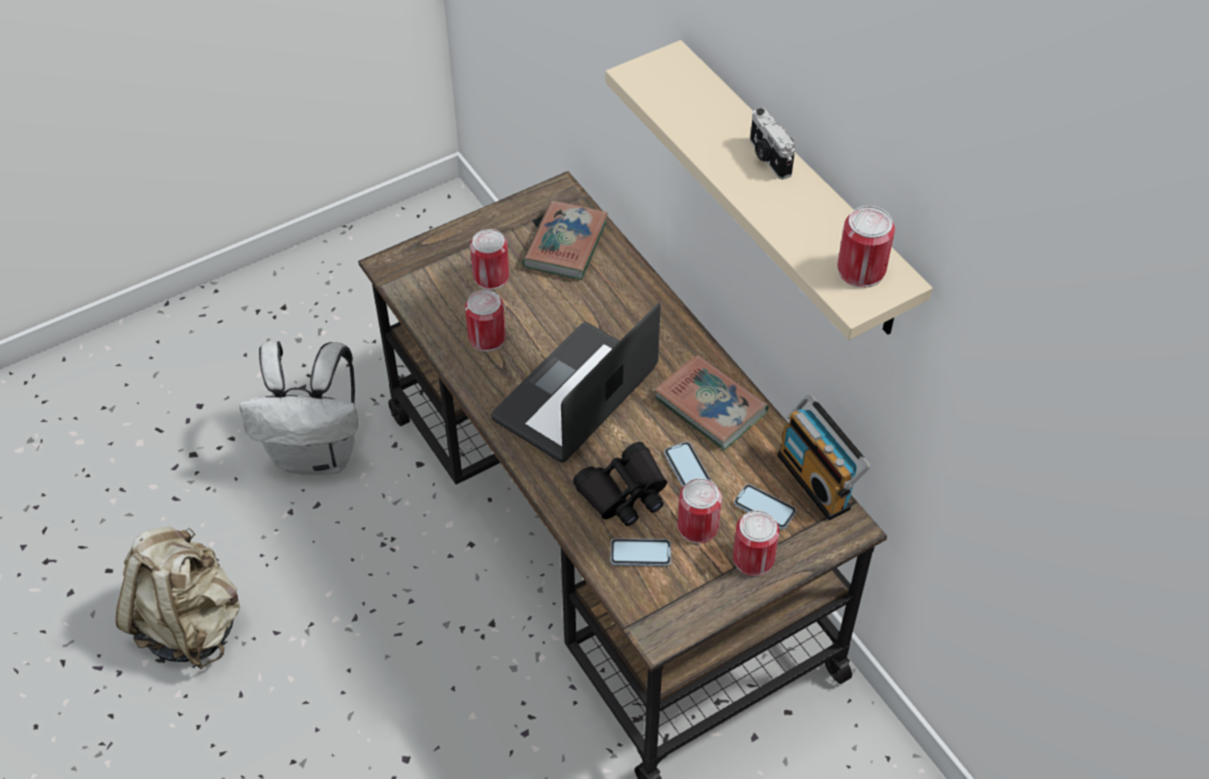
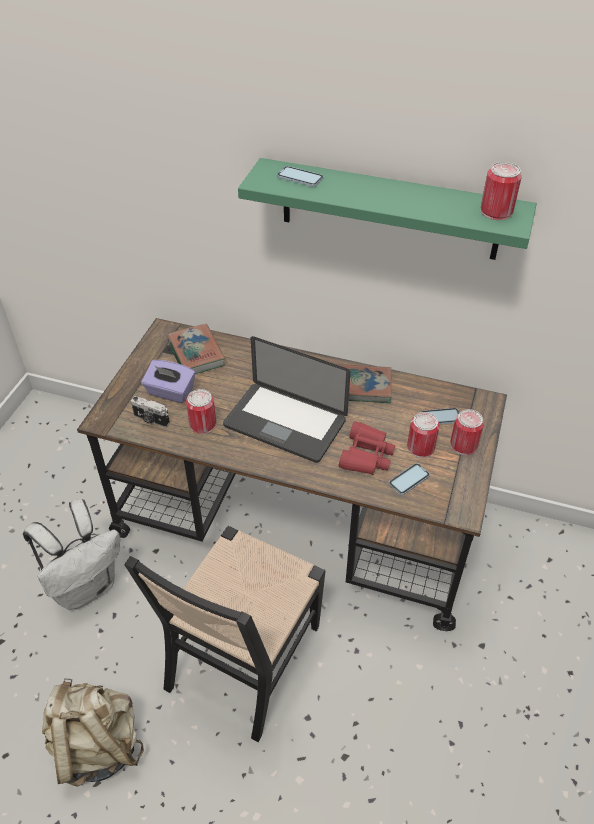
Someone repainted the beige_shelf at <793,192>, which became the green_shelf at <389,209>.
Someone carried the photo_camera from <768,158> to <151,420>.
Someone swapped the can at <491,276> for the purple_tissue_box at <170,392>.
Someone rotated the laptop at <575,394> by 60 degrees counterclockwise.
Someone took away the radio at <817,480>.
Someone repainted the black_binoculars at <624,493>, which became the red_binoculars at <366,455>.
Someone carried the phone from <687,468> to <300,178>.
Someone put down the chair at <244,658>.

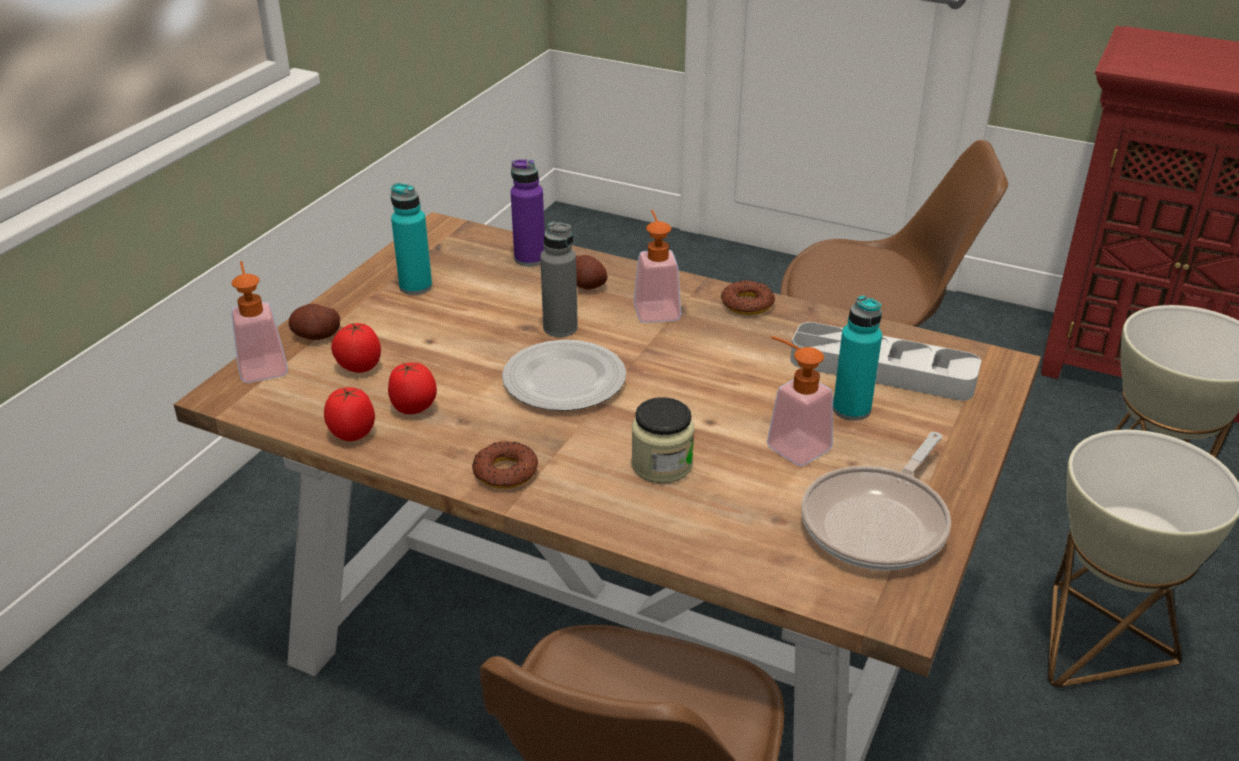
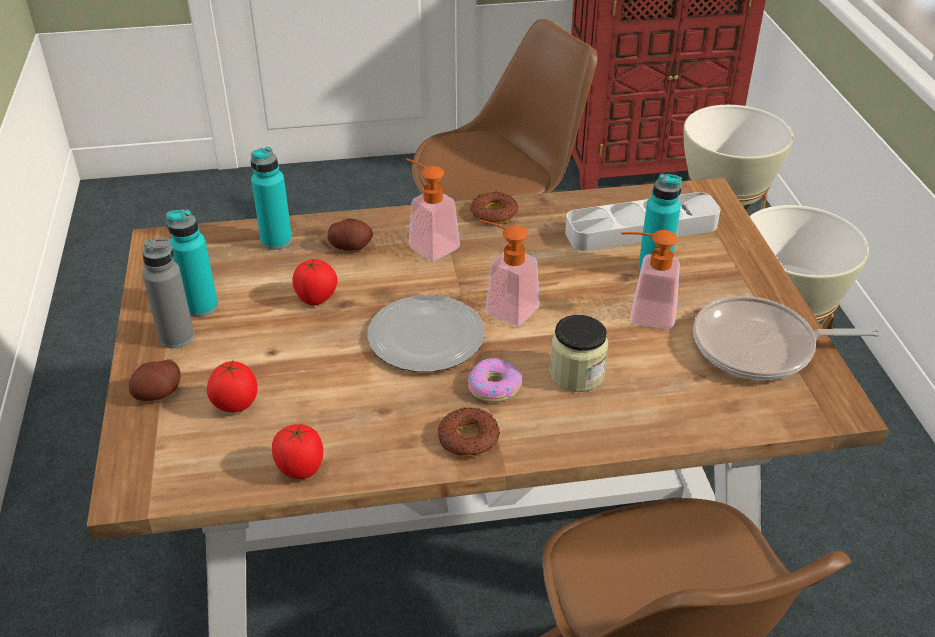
Someone repainted the purple_bottle at <530,259>, which became the turquoise_bottle at <276,241>.
Someone carried the grey_bottle from <560,328> to <176,337>.
Someone carried the soap_dispenser from <262,364> to <504,307>.
Someone carried the tomato from <414,408> to <317,299>.
Someone rotated the frying_pan at <879,522> by 90 degrees clockwise.
Someone put down the donut at <494,386>.

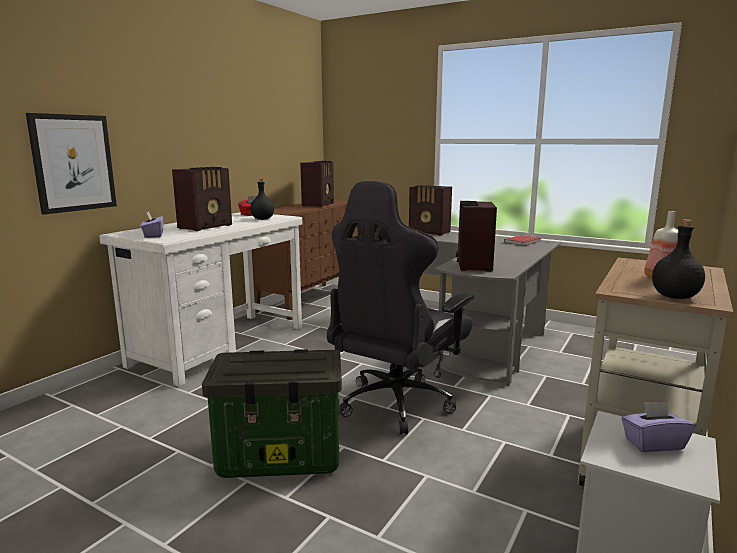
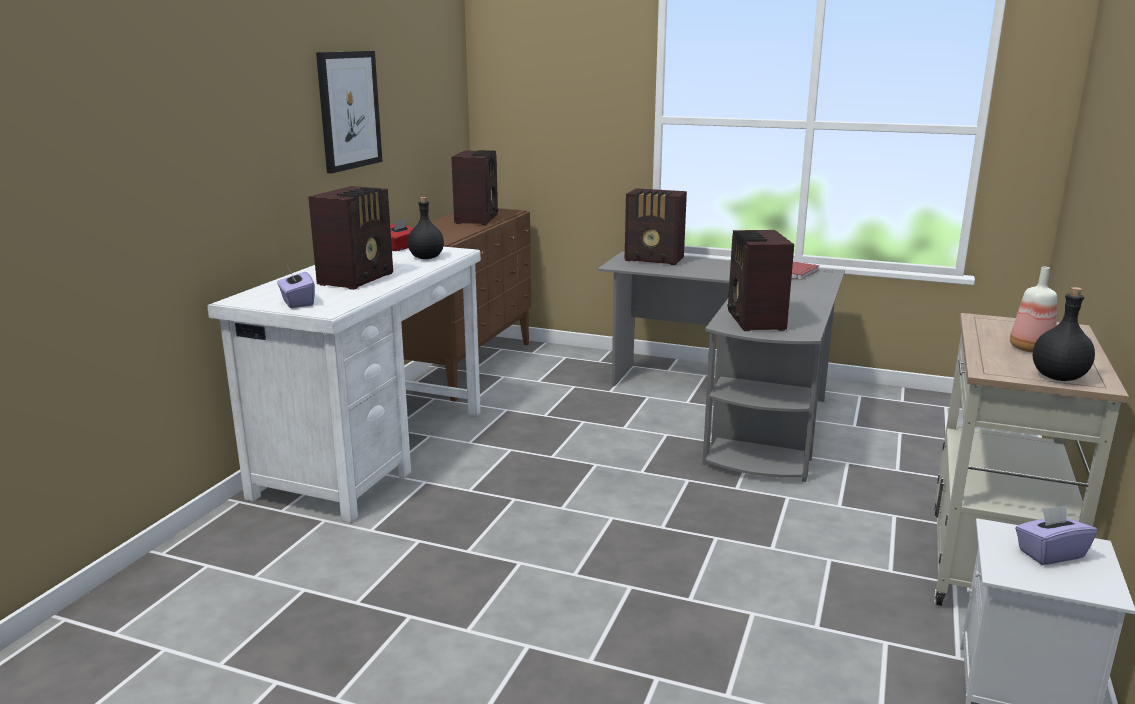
Someone carried the picture from <73,163> to <349,110>.
Someone took away the black_office_chair at <399,401>.
Someone took away the storage_box at <282,456>.

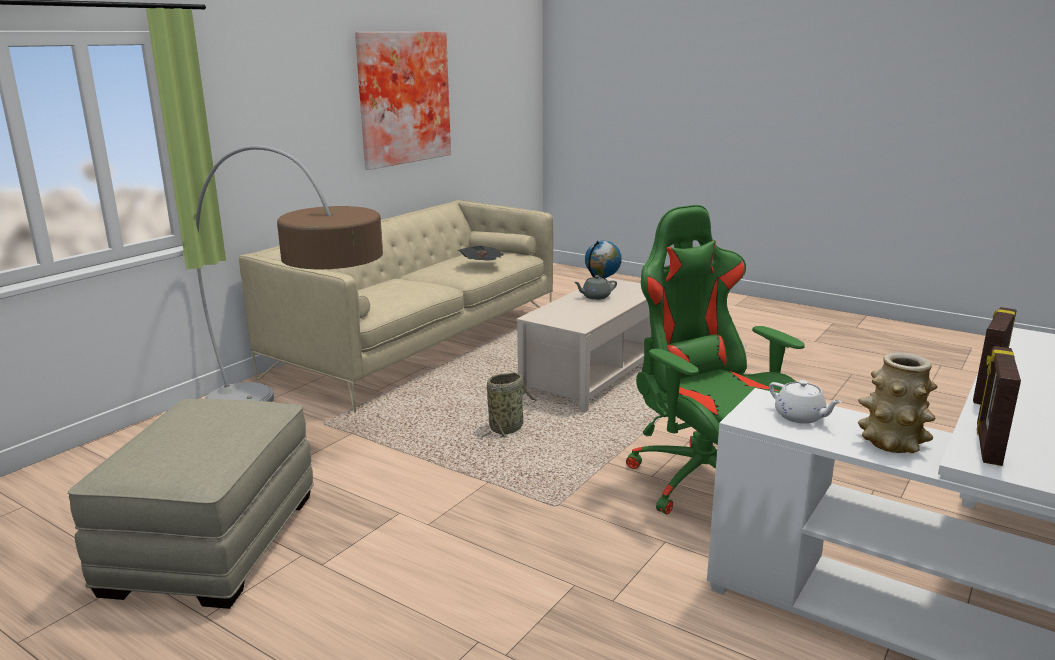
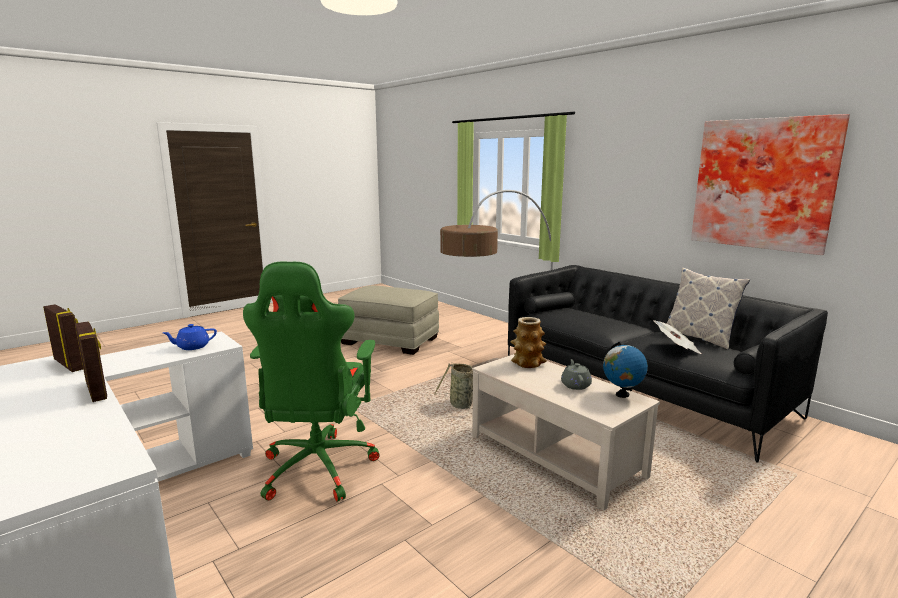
Someone repainted the beige_sofa at <418,344>, which became the black_sofa at <640,389>.
Someone rotated the green_office_chair at <710,488> by 105 degrees clockwise.
Someone carried the vase from <891,442> to <528,363>.
Someone repainted the white_teapot at <800,417>, which became the blue_teapot at <192,347>.
Someone put down the pillow at <699,338>.

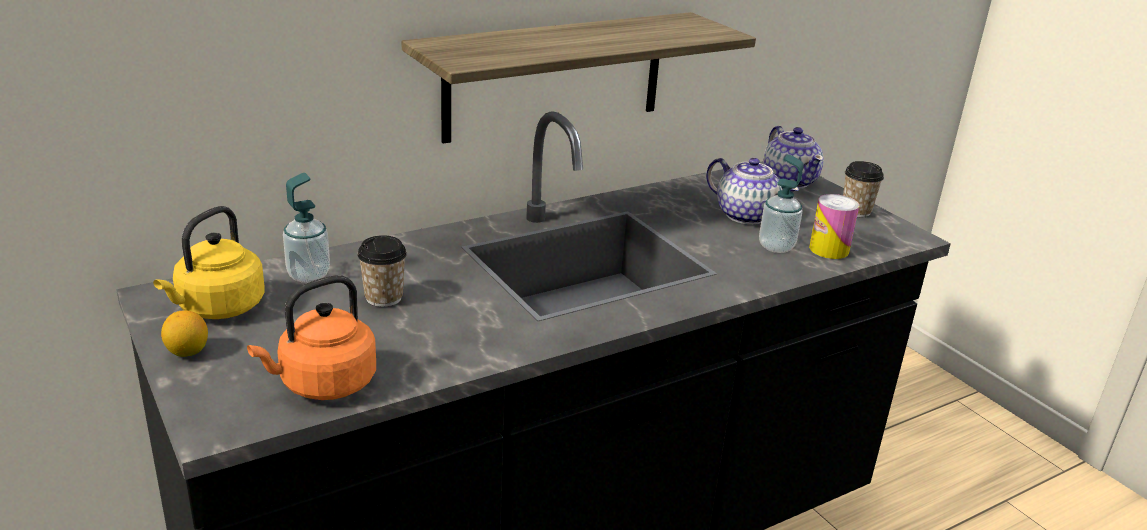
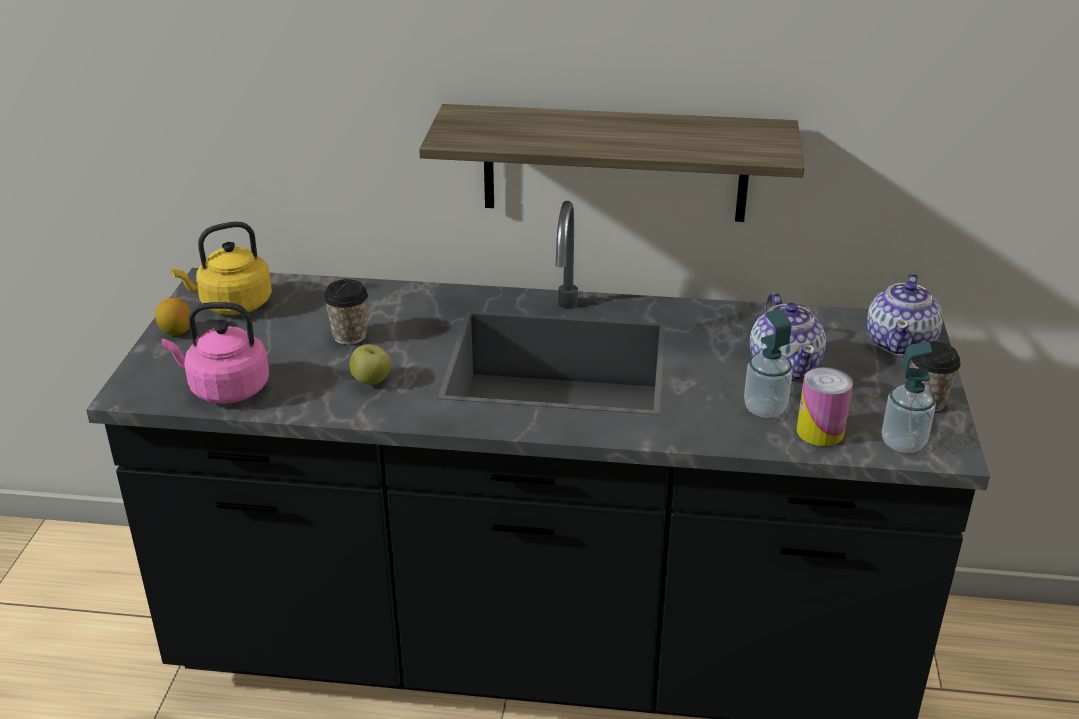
Someone carried the soap_dispenser from <308,275> to <903,443>.
Someone repainted the orange_kettle at <323,384>, which became the pink_kettle at <225,389>.
Someone put down the apple at <371,381>.

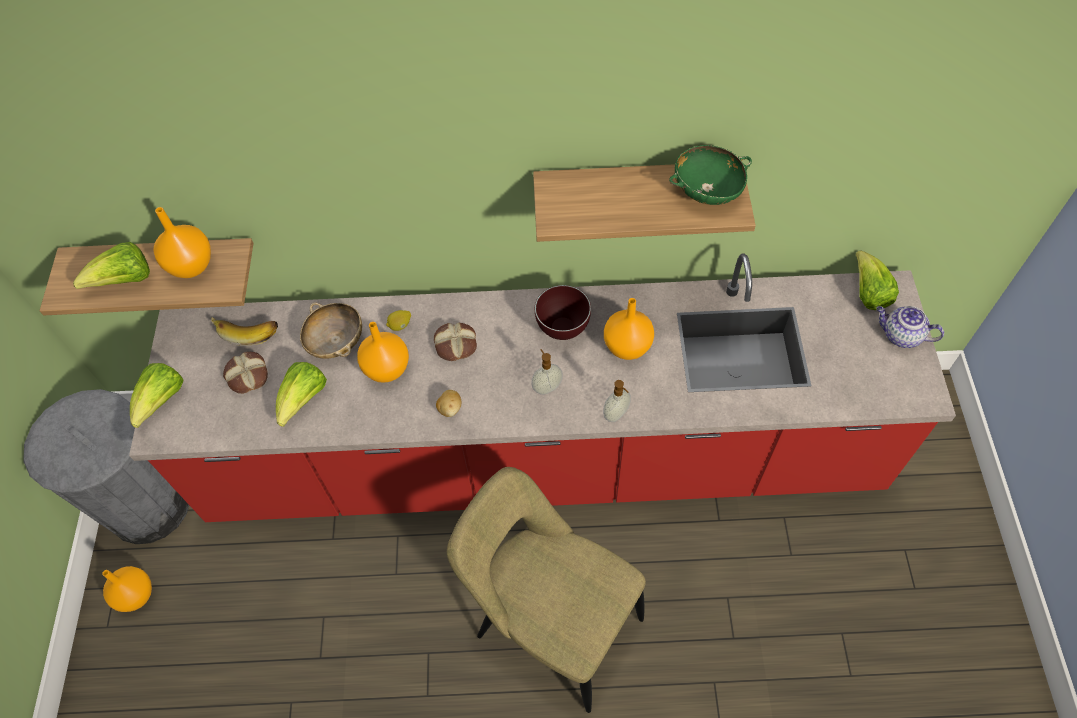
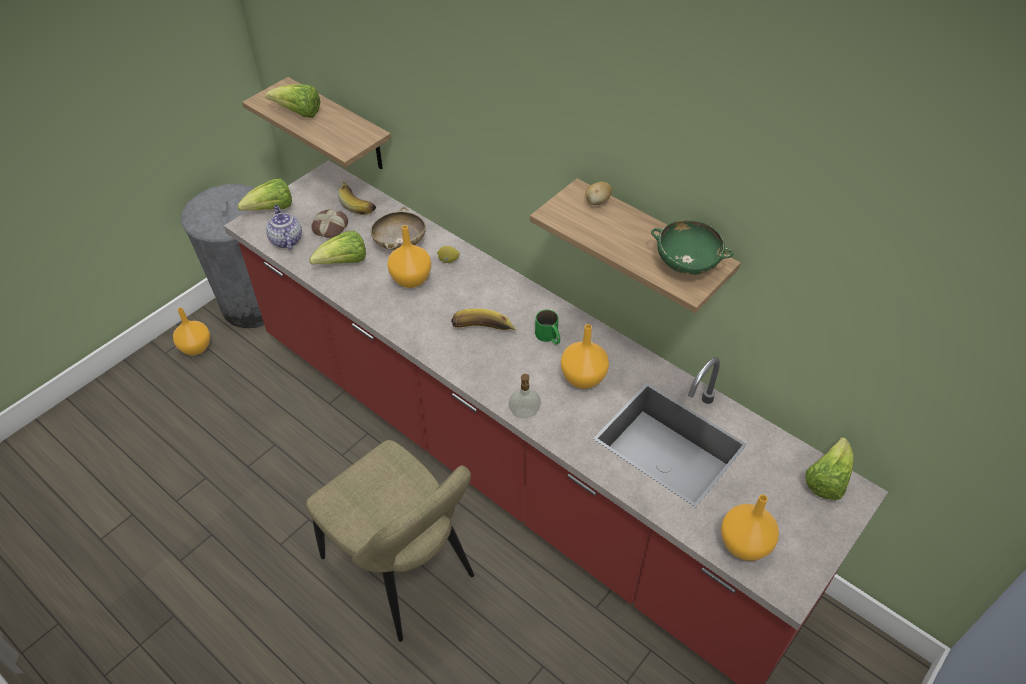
Someone carried the orange_vase from <191,265> to <744,544>.
Someone swapped the brown_bowl at <563,331> for the green_mug at <549,337>.
Someone carried the teapot from <900,336> to <286,240>.
Someone took away the bread at <455,345>.
Someone took away the soap_dispenser at <547,387>.
Someone carried the potato from <450,408> to <597,202>.
Someone rotated the beige_chair at <553,624> by 150 degrees clockwise.
Someone put down the banana at <483,331>.

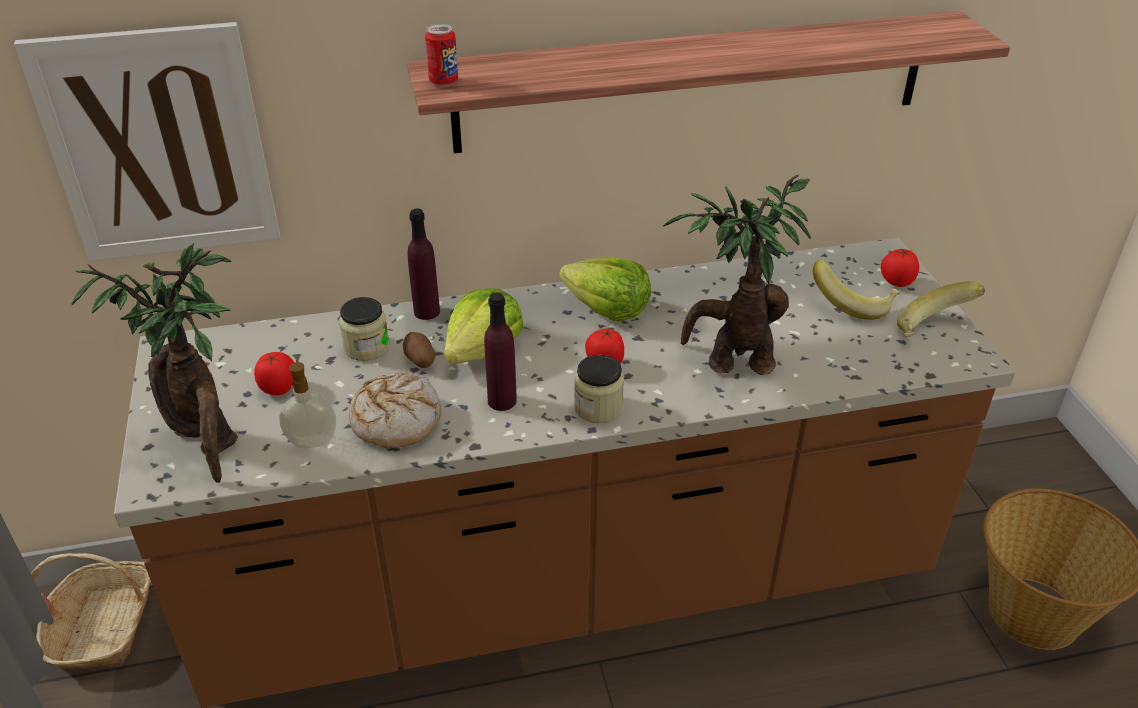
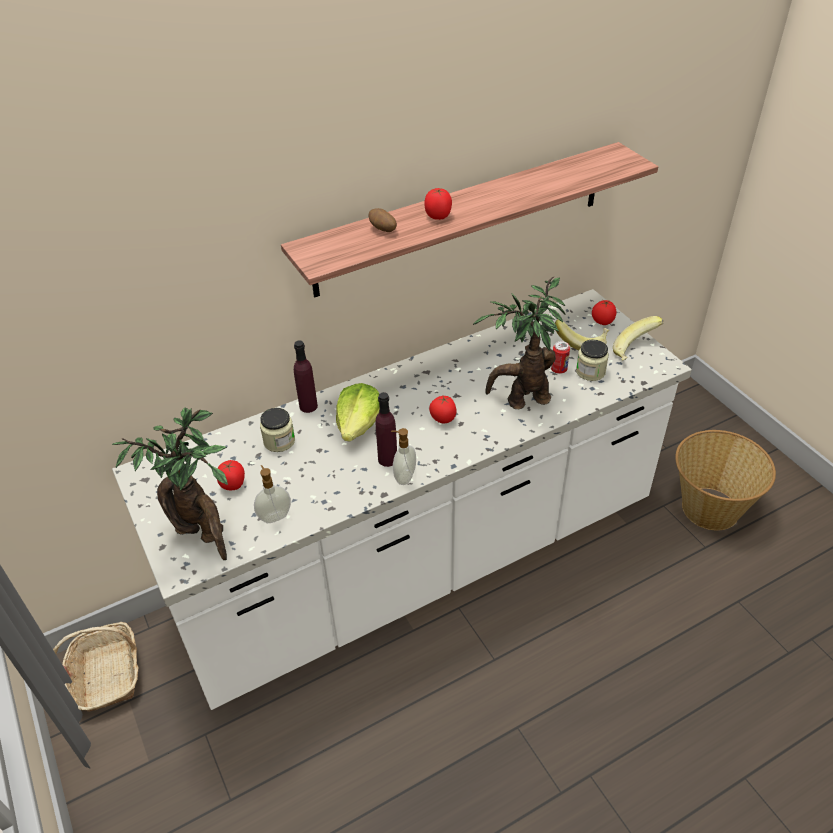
Someone took away the picture at <159,145>.
Someone carried the can from <443,82> to <558,369>.
Someone repainted the brown_counter at <569,584>, which became the white_counter at <421,562>.
Someone took away the lettuce at <607,309>.
Someone carried the potato from <420,361> to <382,229>.
Someone carried the jar from <598,408> to <590,371>.
Someone took away the bread at <395,420>.
Someone put down the tomato at <438,216>.
Someone put down the soap_dispenser at <404,477>.

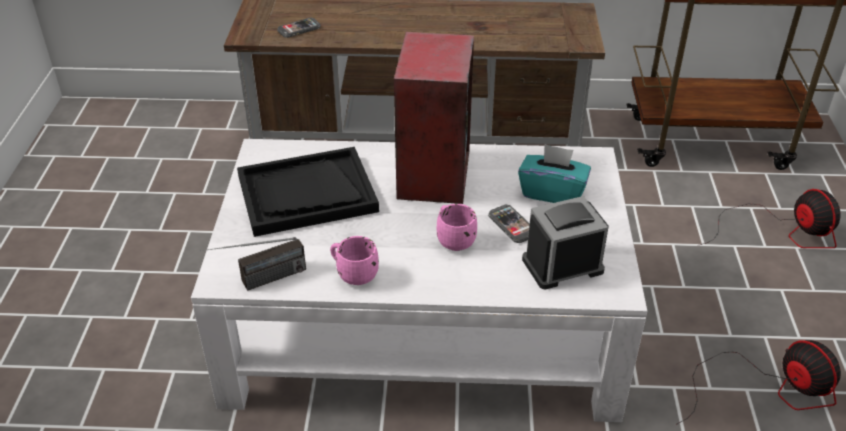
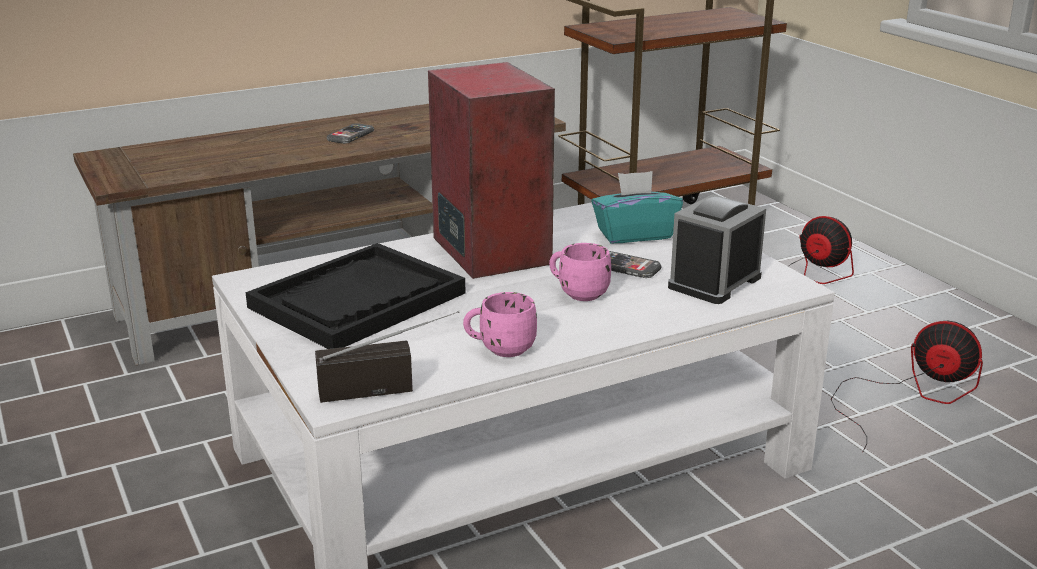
Someone carried the phone from <299,29> to <350,135>.
Someone rotated the radio at <258,282> by 135 degrees counterclockwise.

